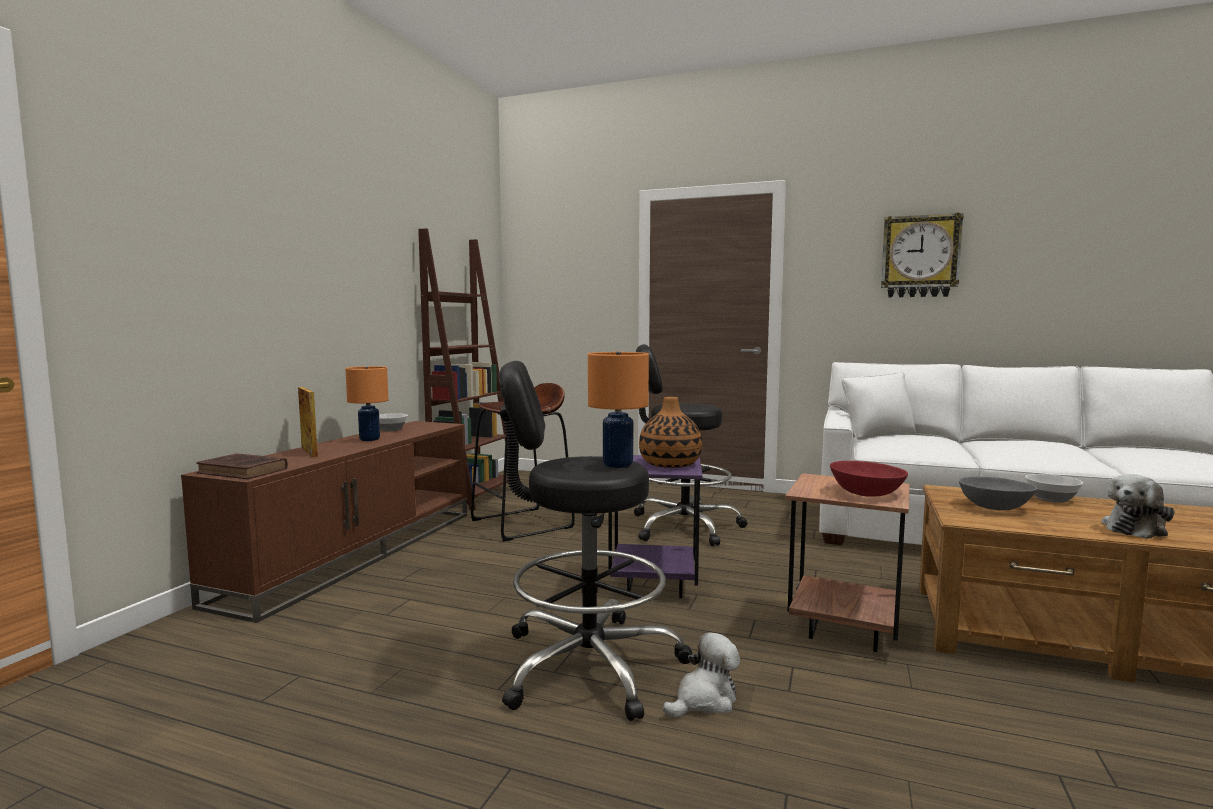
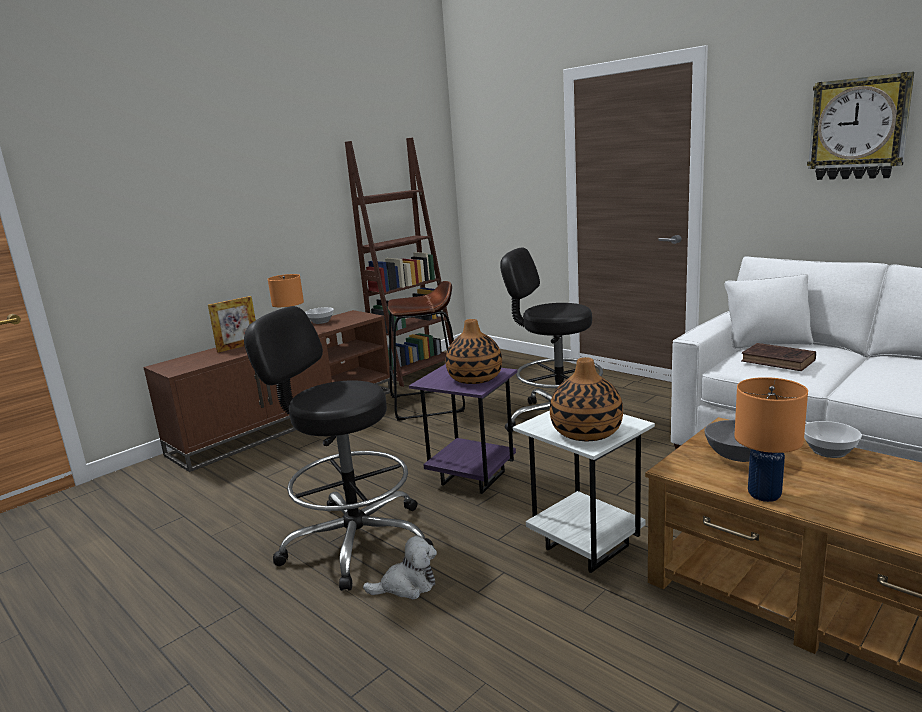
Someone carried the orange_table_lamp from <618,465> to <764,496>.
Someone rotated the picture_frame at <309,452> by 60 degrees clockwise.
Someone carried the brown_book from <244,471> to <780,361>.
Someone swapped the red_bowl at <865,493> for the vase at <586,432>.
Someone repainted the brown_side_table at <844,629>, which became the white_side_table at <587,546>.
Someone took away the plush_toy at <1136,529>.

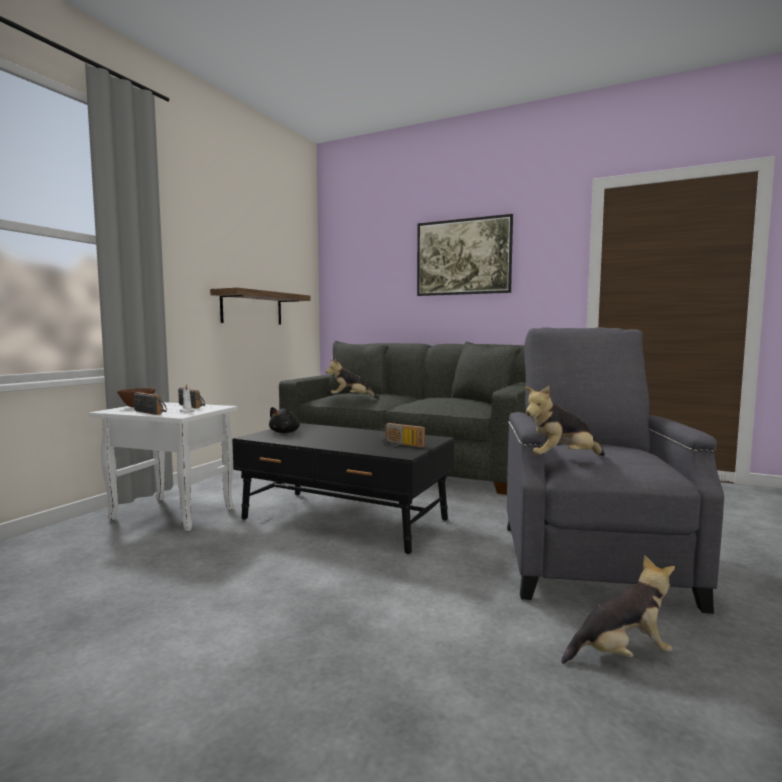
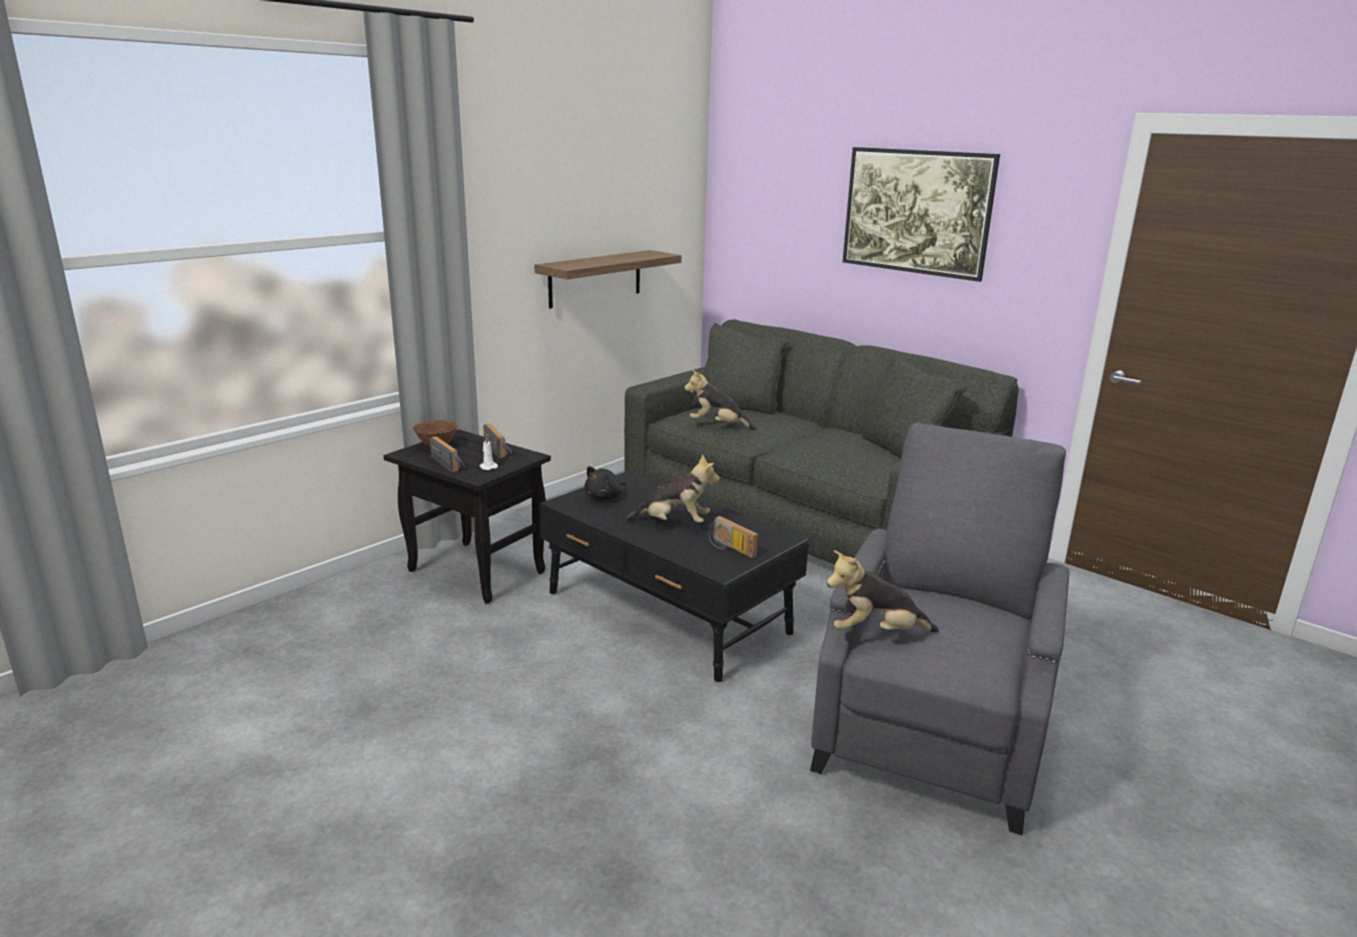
Someone repainted the white_side_table at <170,514>, which became the black_side_table at <473,572>.
Someone carried the plush_toy from <621,654> to <674,523>.

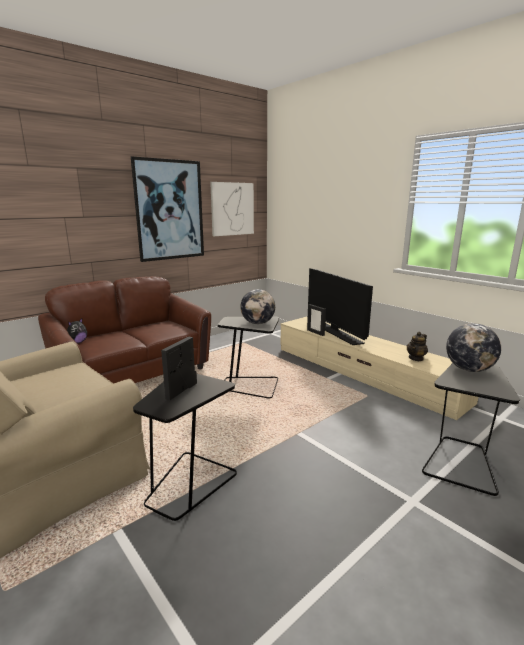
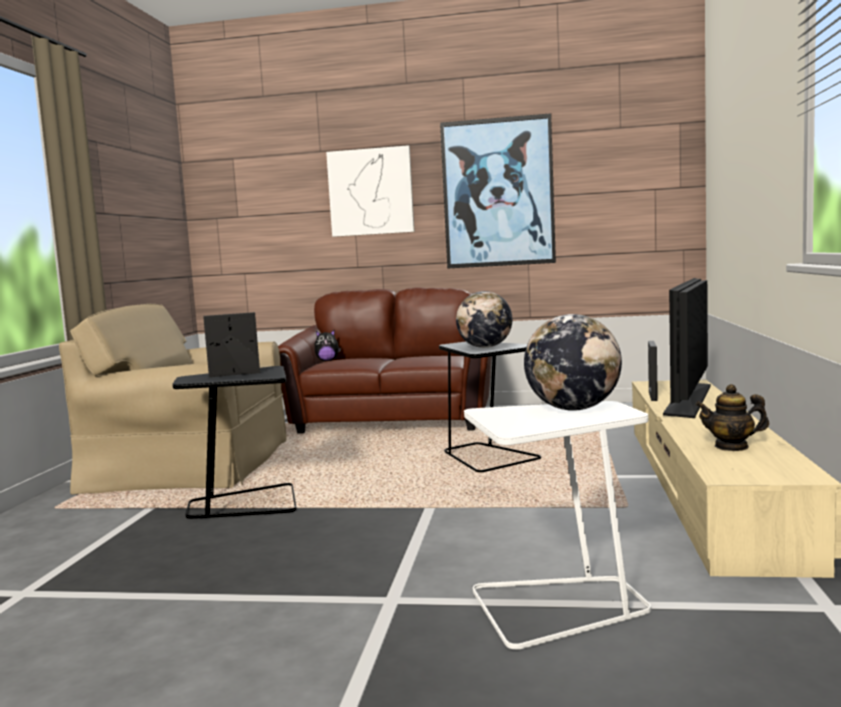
Someone carried the picture from <232,209> to <371,192>.
Someone repainted the black_side_table at <460,463>, which became the white_side_table at <558,607>.

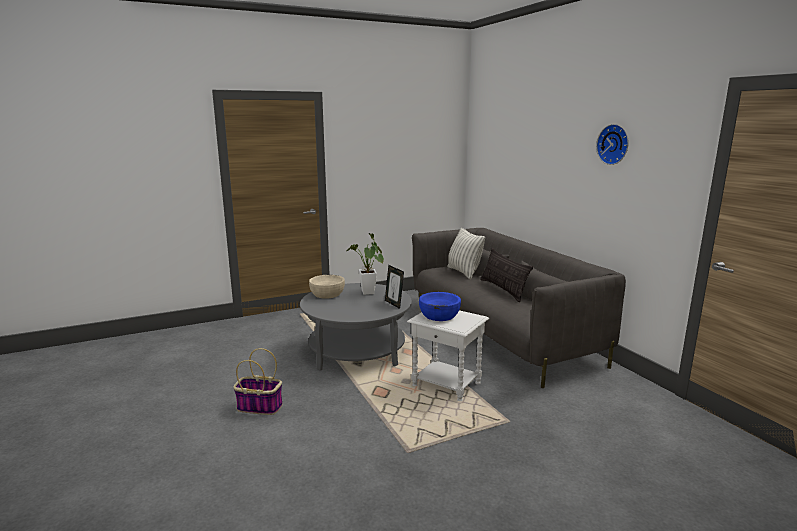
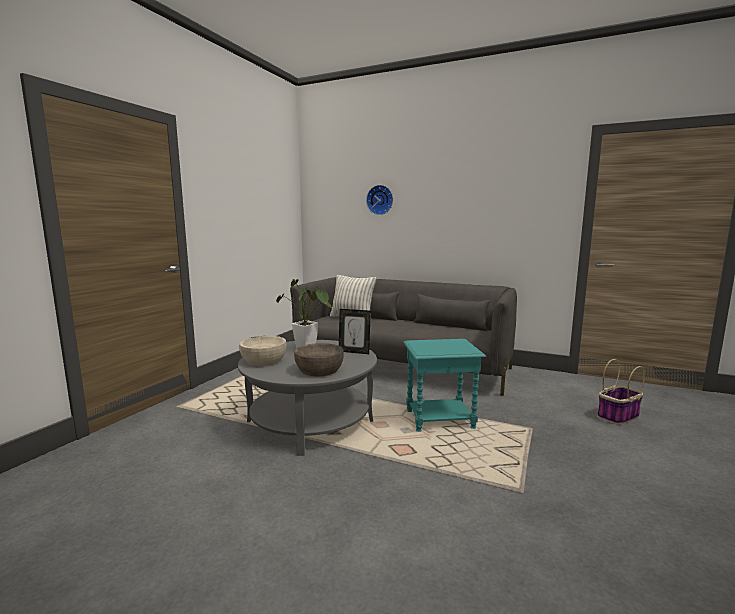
Someone carried the wall_clock from <614,144> to <380,200>.
Someone took away the pillow at <503,289>.
Someone took away the blue_bowl at <439,315>.
Someone repainted the white_side_table at <447,384>, which became the turquoise_side_table at <439,419>.
Someone carried the basket from <258,407> to <618,416>.
Someone put down the brown_bowl at <319,370>.

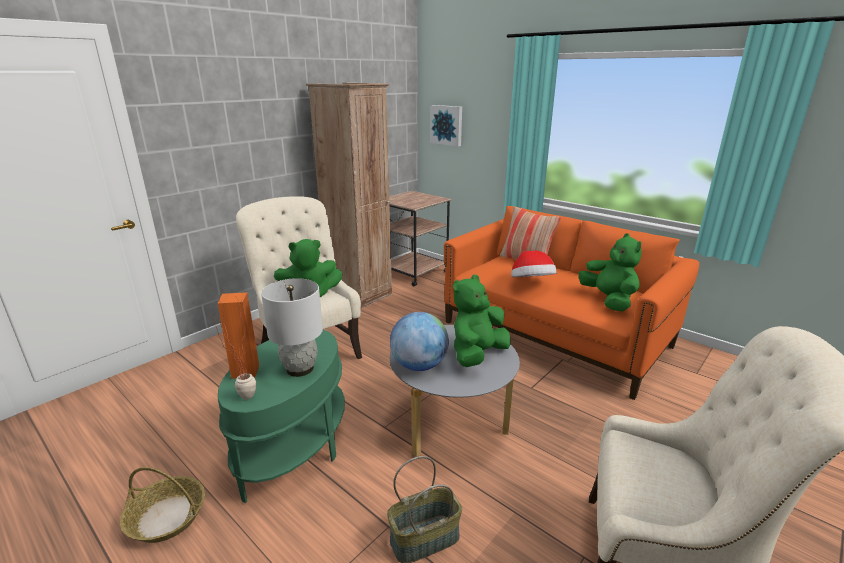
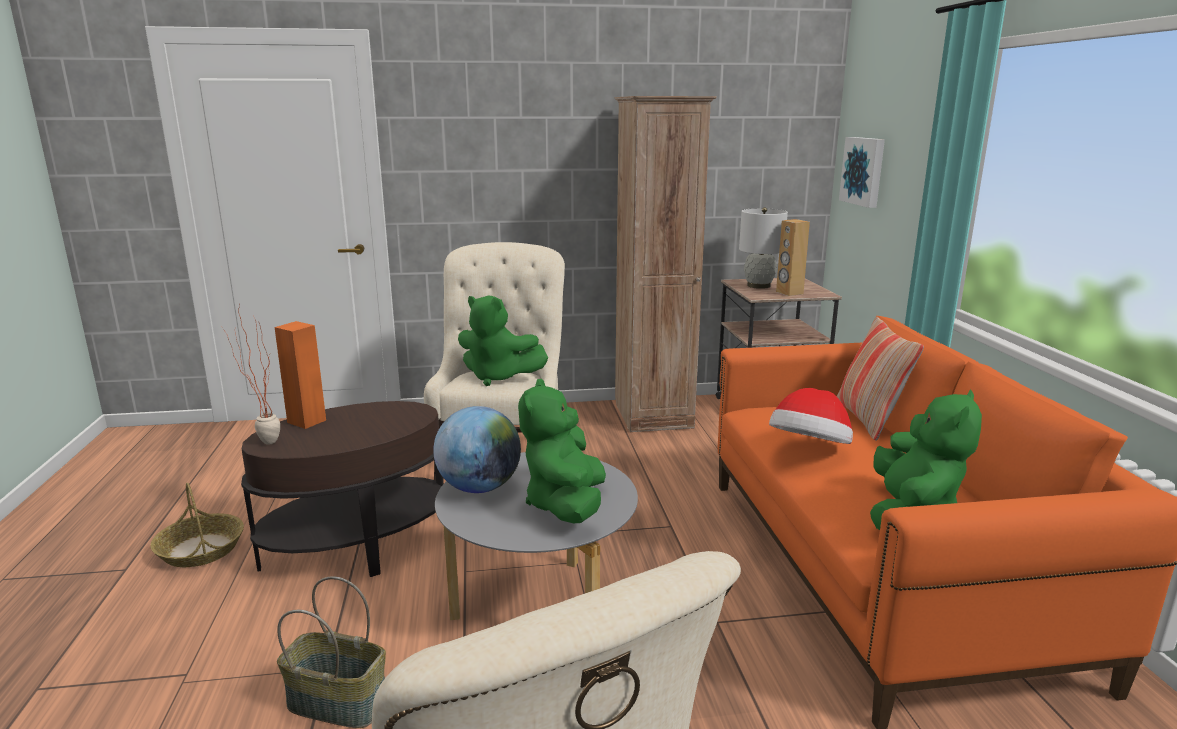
Someone rotated the green_plush_toy at <477,355> by 75 degrees counterclockwise.
Someone carried the white_table_lamp from <300,368> to <758,286>.
Someone repainted the green_side_table at <293,448>, which became the brown_side_table at <358,546>.
Someone put down the brown_speaker at <789,293>.

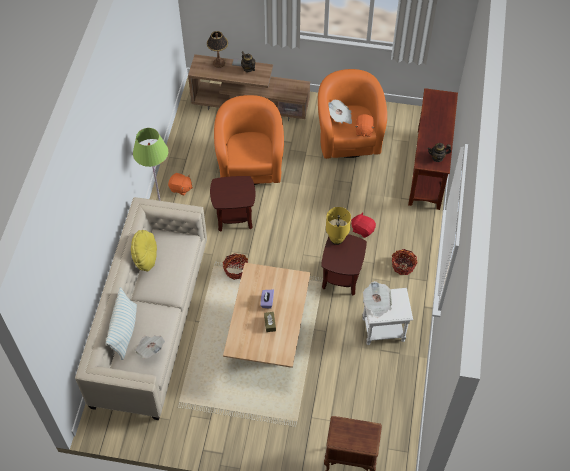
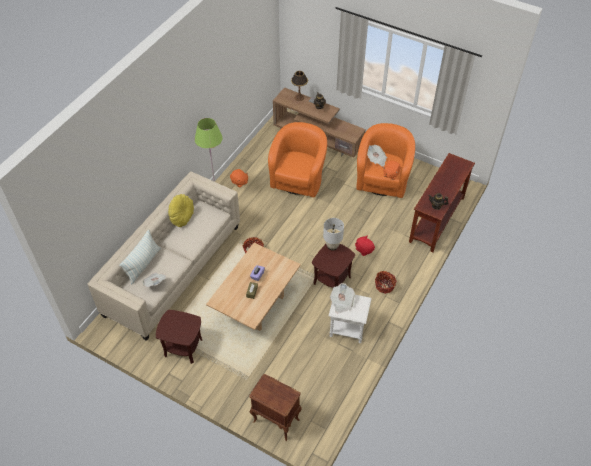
Someone carried the brown_side_table from <234,217> to <183,348>.
Someone repainted the yellow_table_lamp at <336,239>, which became the white_table_lamp at <332,246>.

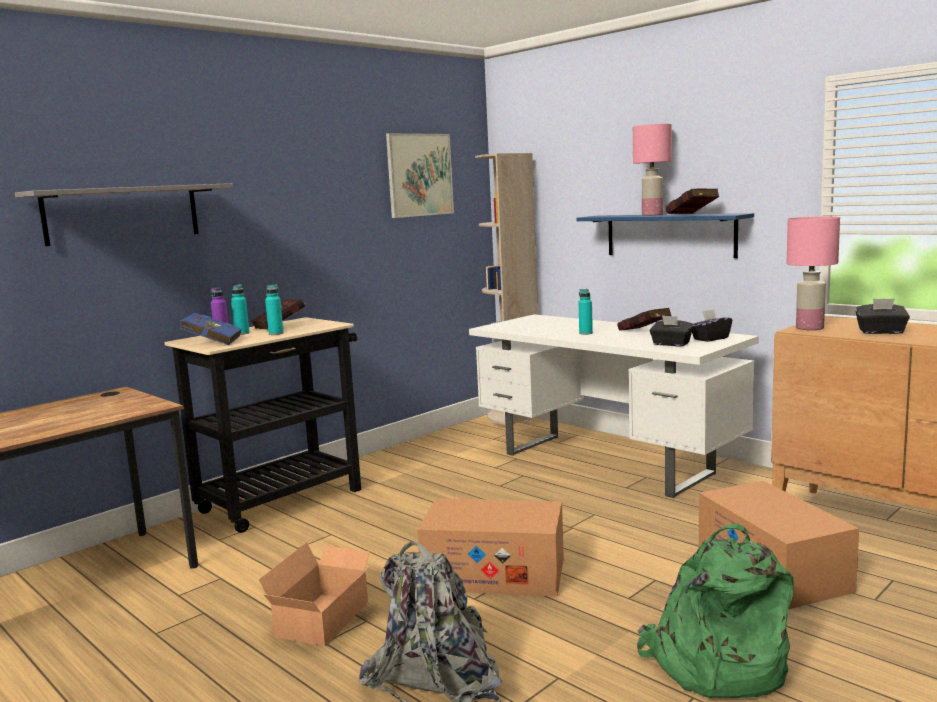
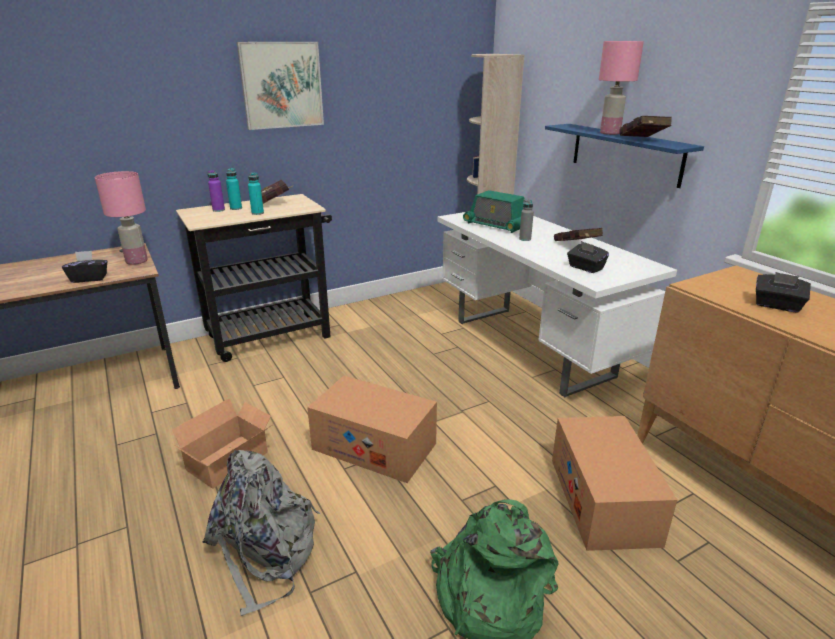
Someone carried the picture from <419,175> to <282,85>.
Someone took away the grey_shelf at <123,214>.
Someone carried the pink_table_lamp from <810,328> to <137,261>.
Someone repainted the turquoise_bottle at <585,333>, which became the grey_bottle at <525,239>.
Someone carried the black_tissue_box from <710,338> to <89,278>.
Someone took away the blue_book at <210,343>.
Someone put down the radio at <496,225>.

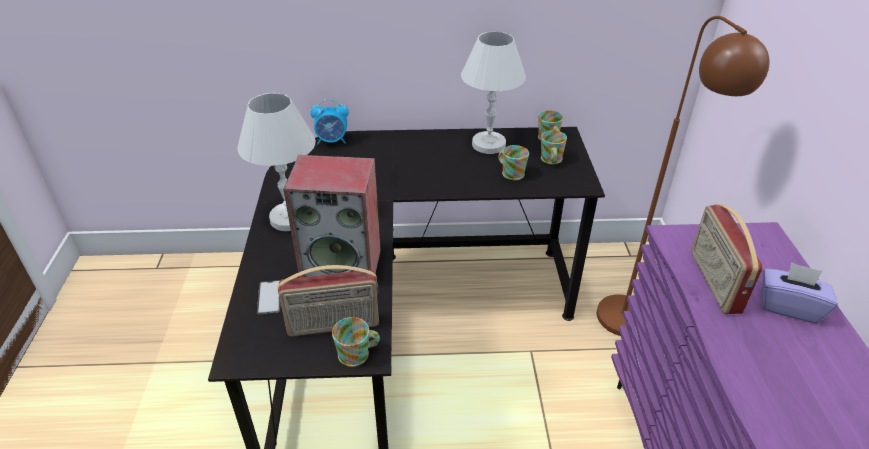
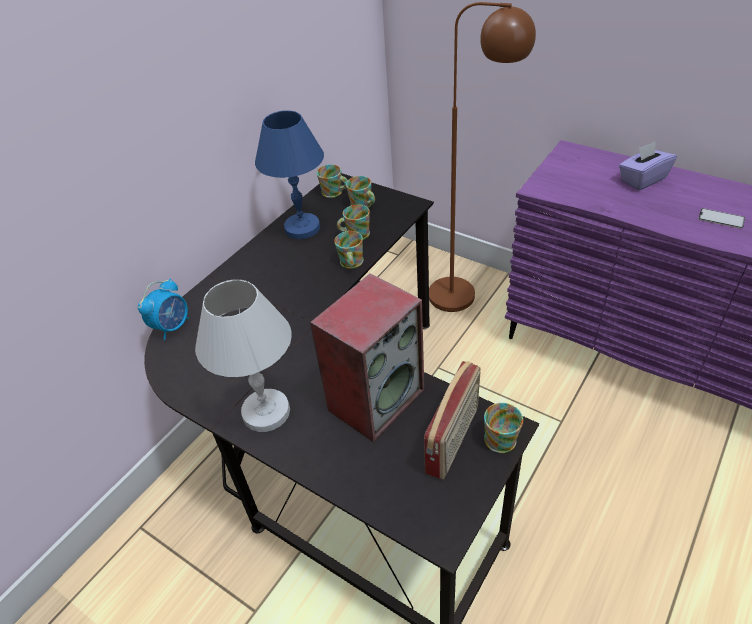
Someone repainted the white_table_lamp at <488,145>, which became the blue_table_lamp at <303,228>.
Someone took away the radio at <713,282>.
Someone carried the phone from <269,297> to <721,218>.
Someone put down the mug at <351,264>.

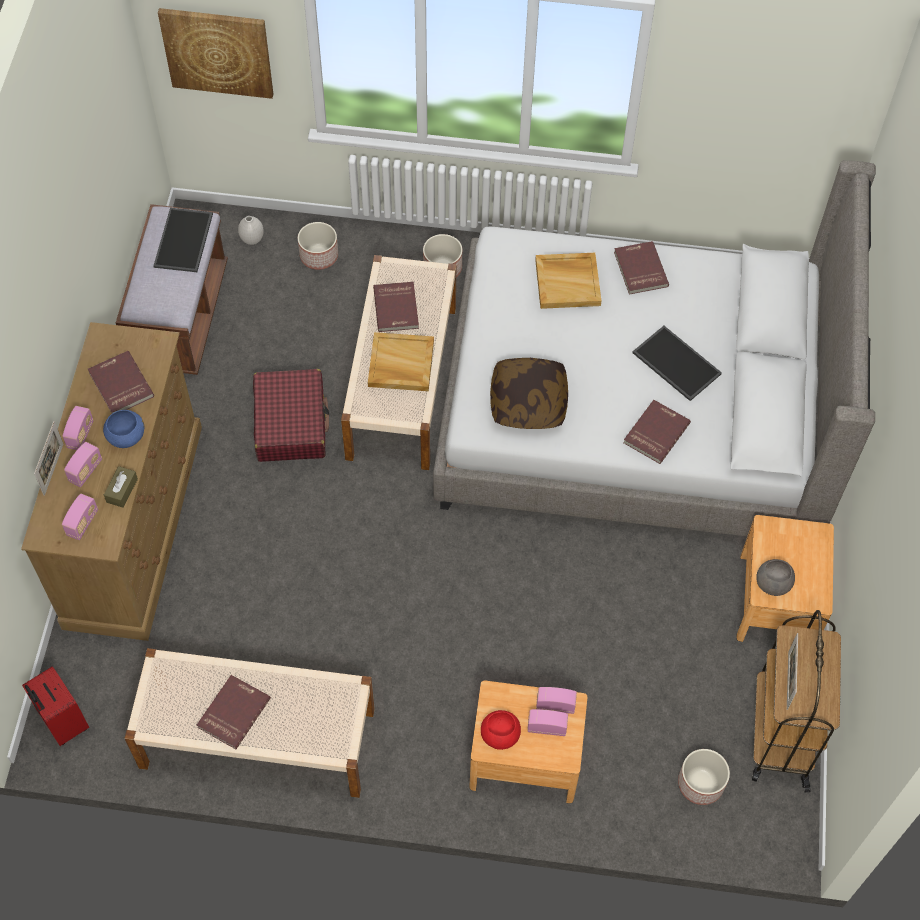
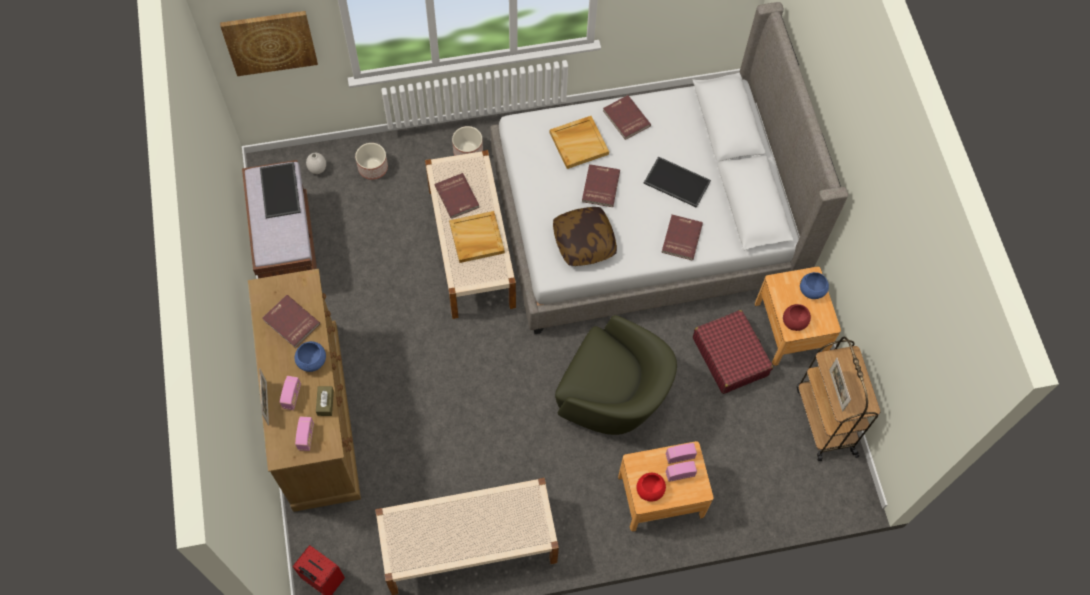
Someone carried the red_suitcase from <291,423> to <730,356>.
Someone took away the radio at <80,435>.
Someone repainted the grey_bowl at <772,583>, which became the red_bowl at <794,321>.
Someone carried the red_book from <233,712> to <599,186>.
Someone took away the planter at <701,783>.
Someone put down the blue_bowl at <812,291>.
Someone put down the green_armchair at <612,398>.

